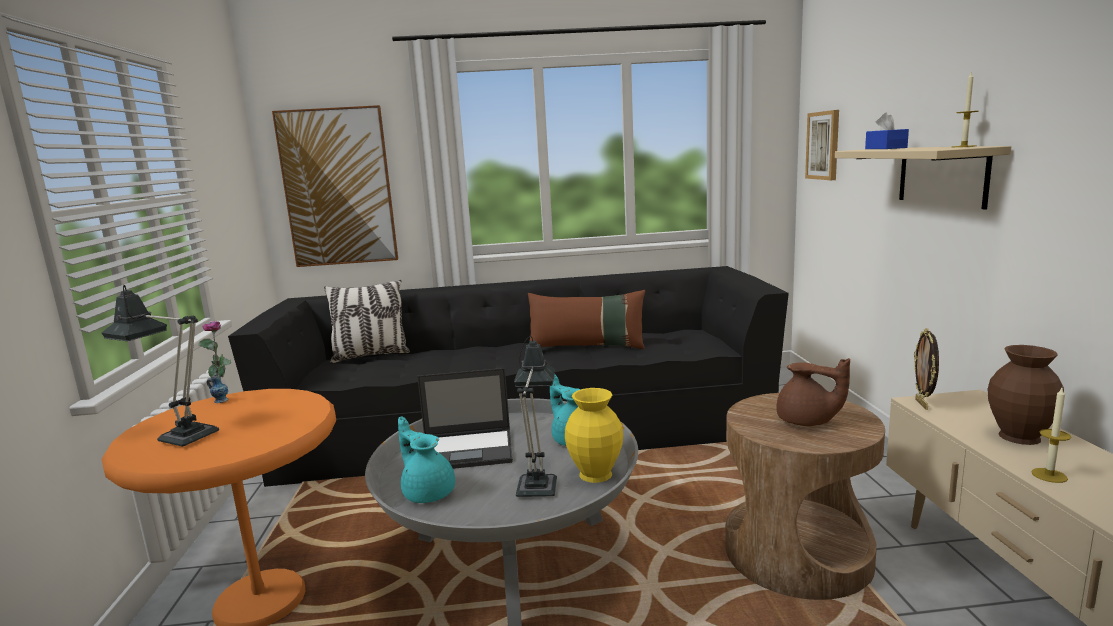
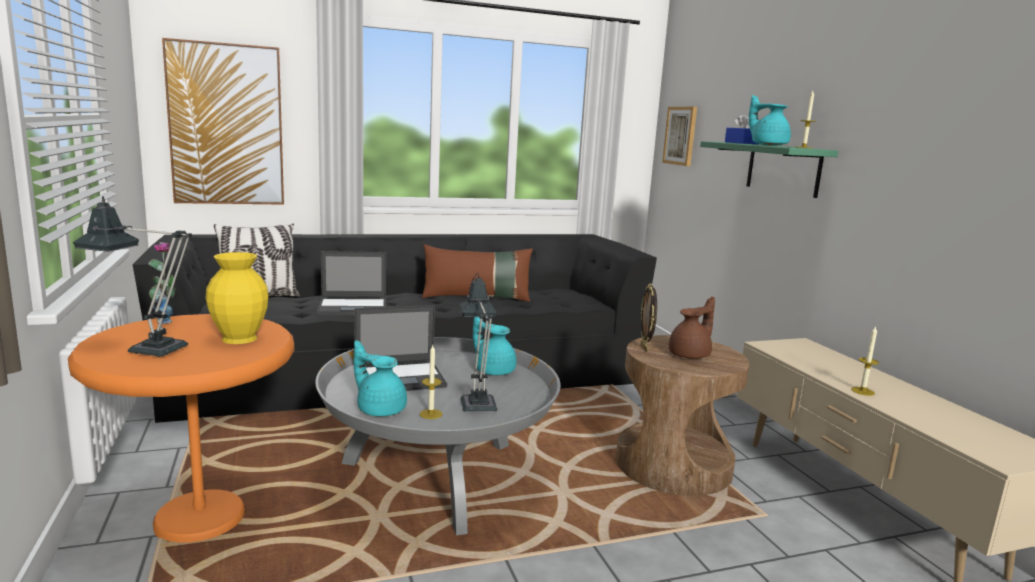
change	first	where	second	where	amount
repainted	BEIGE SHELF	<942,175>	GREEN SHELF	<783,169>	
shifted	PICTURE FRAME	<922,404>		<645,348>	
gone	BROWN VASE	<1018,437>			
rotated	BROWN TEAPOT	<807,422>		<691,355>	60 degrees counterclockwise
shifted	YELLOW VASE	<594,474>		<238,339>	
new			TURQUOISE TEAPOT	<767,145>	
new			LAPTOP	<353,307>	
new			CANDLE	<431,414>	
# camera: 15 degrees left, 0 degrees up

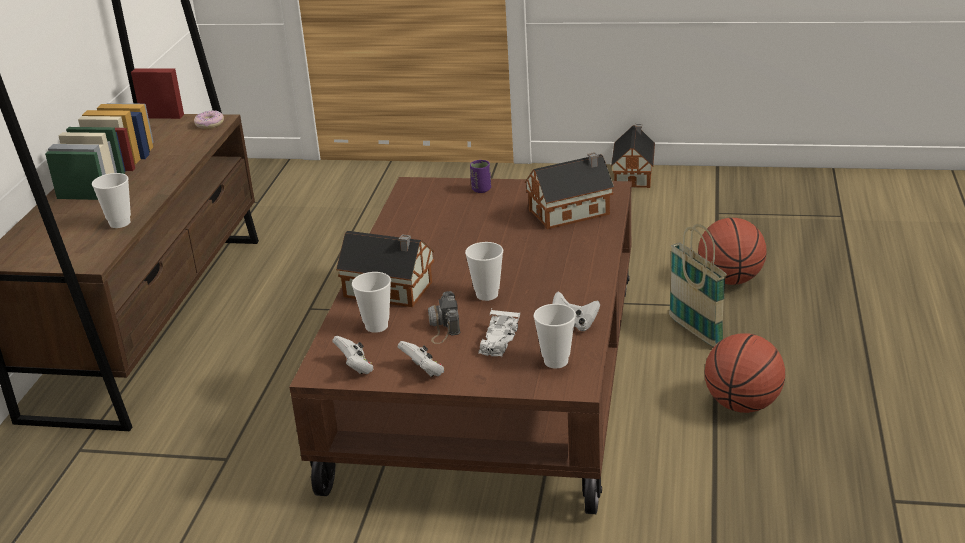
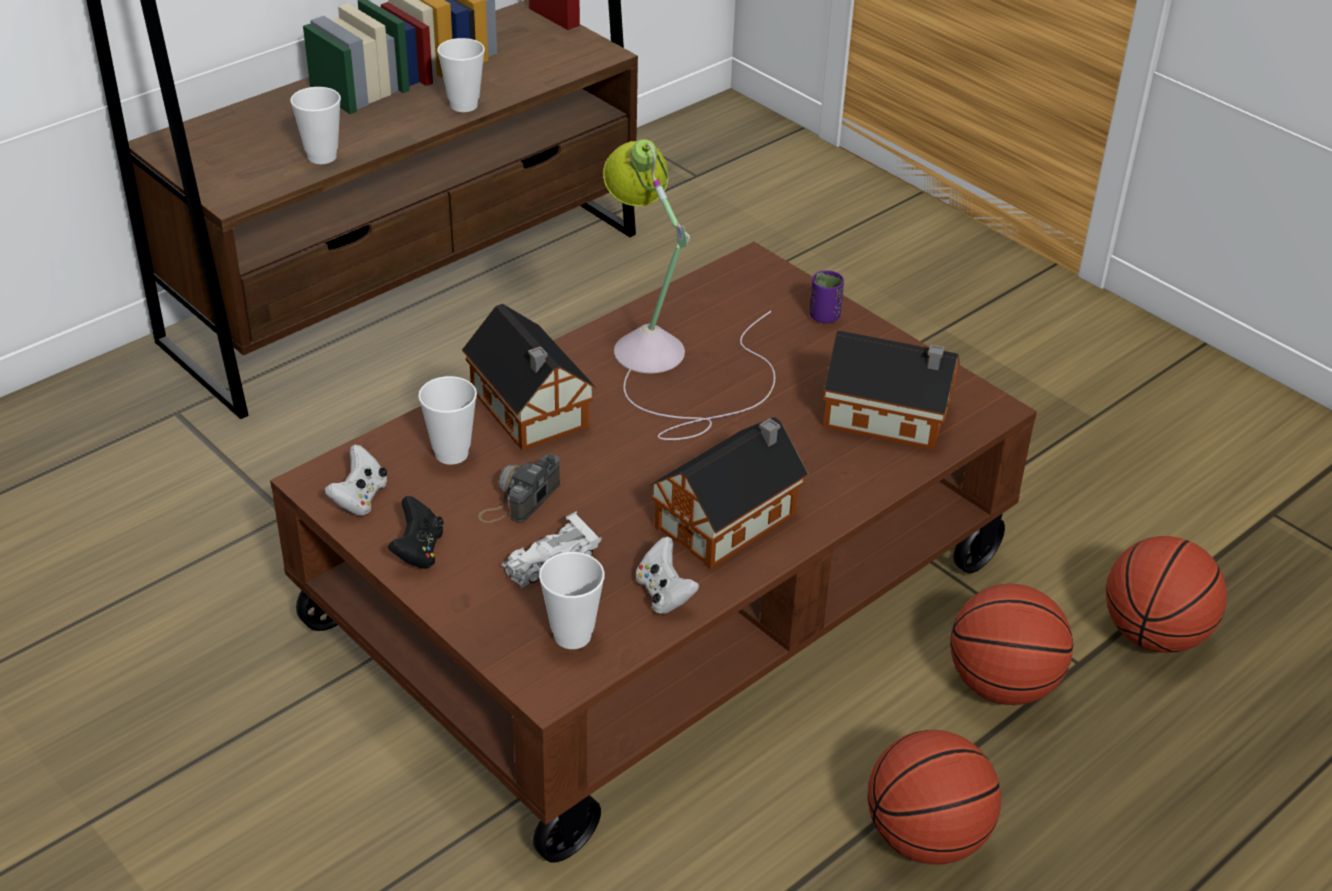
change	first	where	second	where	amount
gone	DONUT	<210,124>			
shifted	TOY HOUSE	<634,175>		<731,519>	
swapped	BASKET	<695,331>	BASKETBALL	<1002,685>	
shifted	CUP	<487,295>		<464,105>	
repainted	WHITE GAME CONTROLLER	<423,371>	BLACK GAME CONTROLLER	<418,550>	
new			TABLE LAMP	<672,363>	
# camera: 35 degrees right, 10 degrees up

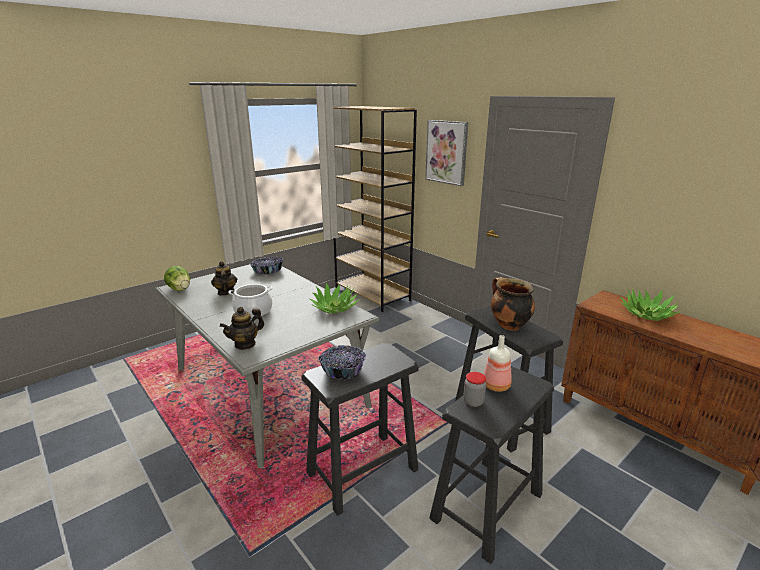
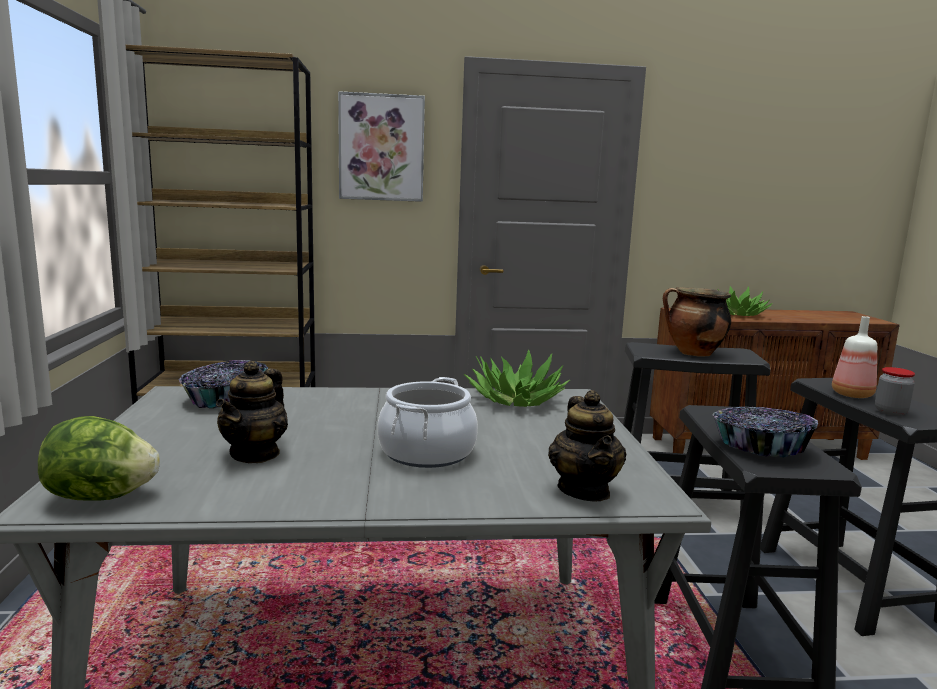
change	first	where	second	where	amount
rotated	TEAPOT	<225,292>		<255,454>	90 degrees counterclockwise
# camera: 55 degrees left, 10 degrees down

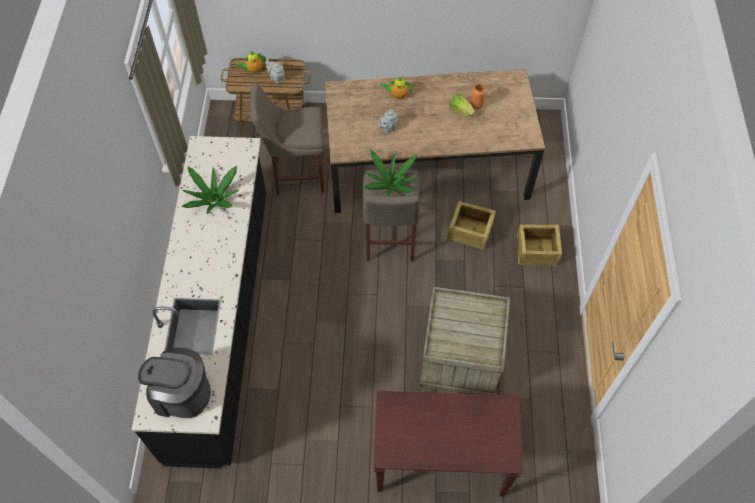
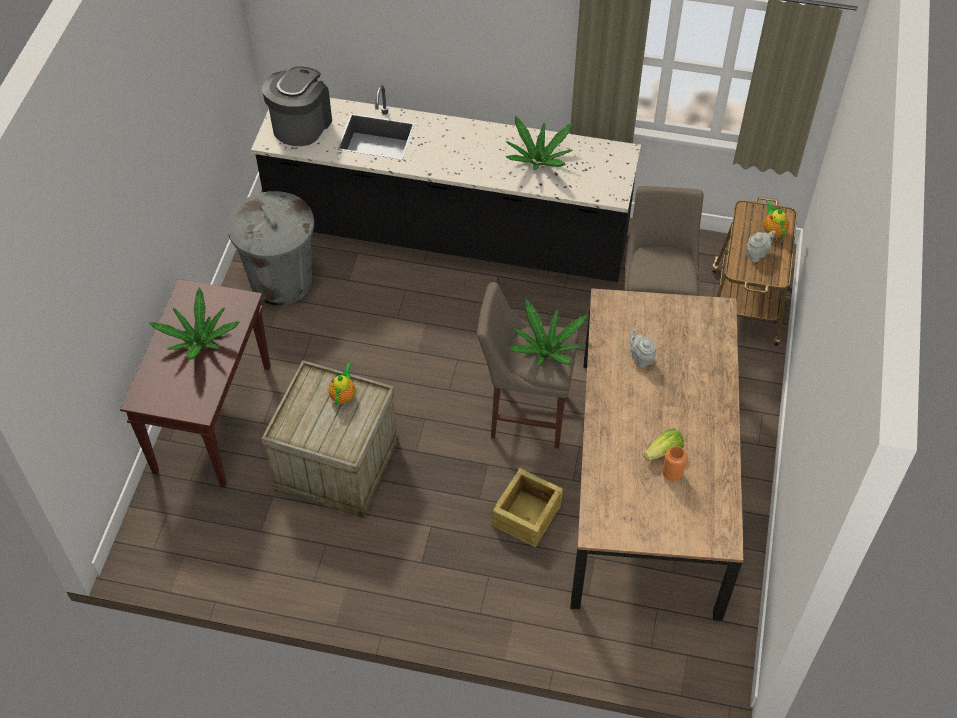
change	first	where	second	where	amount
shifted	TEAPOT	<397,95>		<343,395>	
gone	CRATE	<537,251>			
new			GREY TRASH CAN	<281,282>	
new			POTTED PLANT	<199,341>	
# camera: 100 degrees right, 5 degrees down

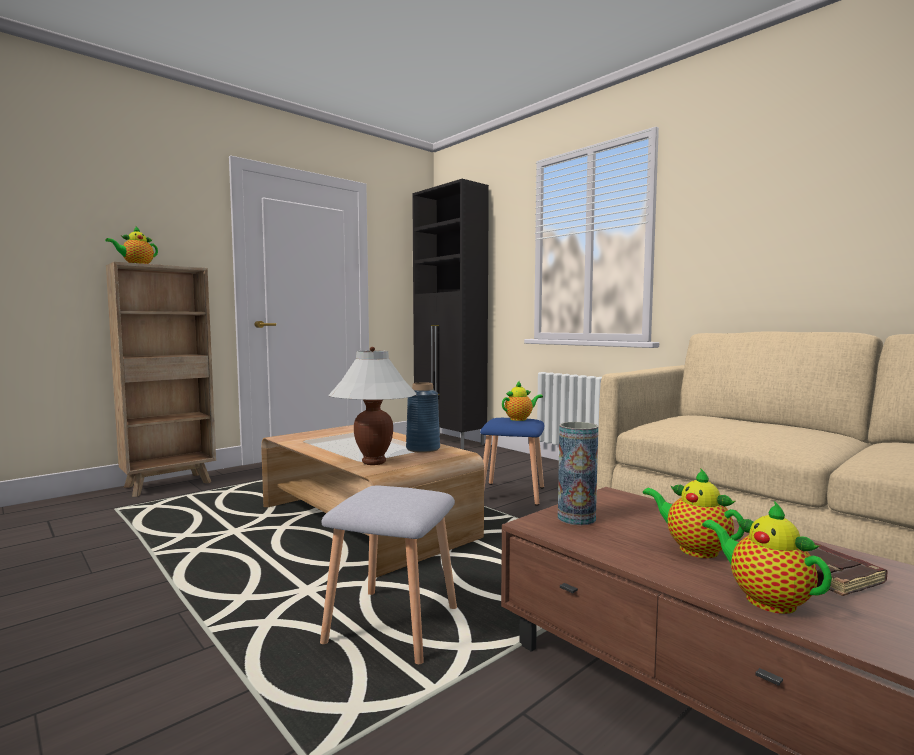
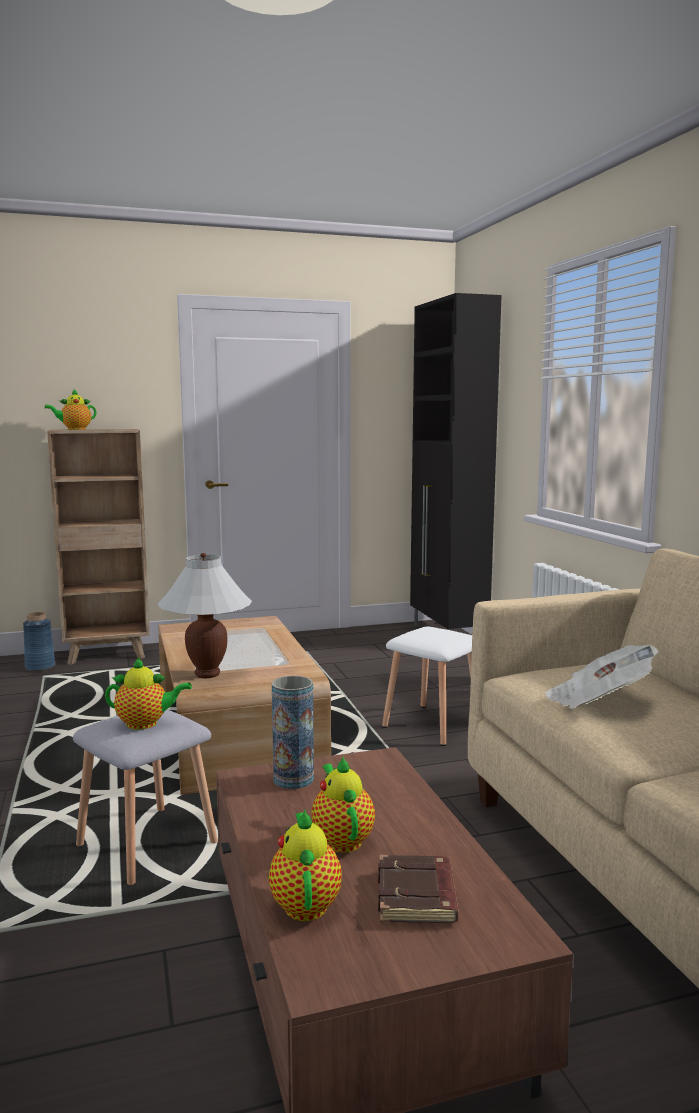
change	first	where	second	where	amount
shifted	TEAPOT	<520,419>		<145,723>	
shifted	BLUE VASE	<423,448>		<40,667>	
repainted	BLUE STOOL	<511,493>	WHITE STOOL	<432,724>	
new			NEWSPAPER	<597,702>	
# camera: 25 degrees right, 5 degrees up

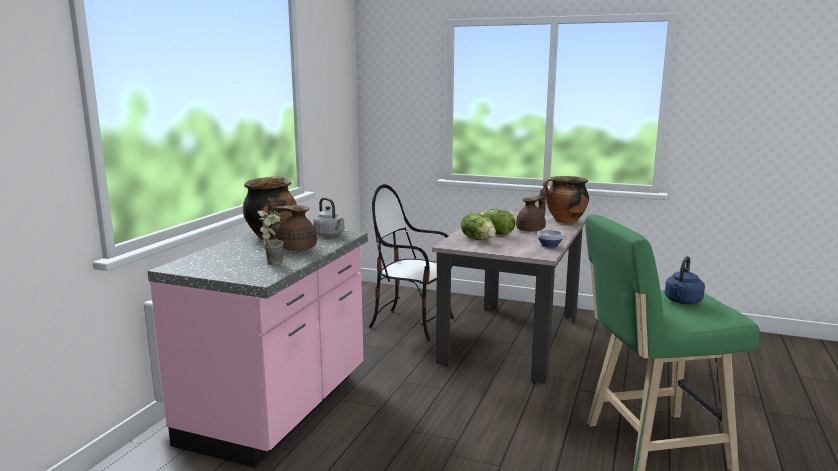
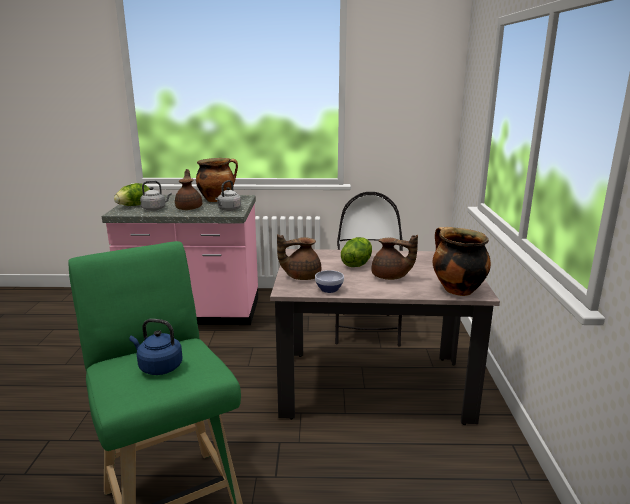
change	first	where	second	where	amount
swapped	POTTED PLANT	<273,261>	GREY KETTLE	<155,209>	
shifted	LETTUCE	<478,239>		<135,205>	
new			BROWN TEAPOT	<301,276>	
# camera: 70 degrees right, 5 degrees up

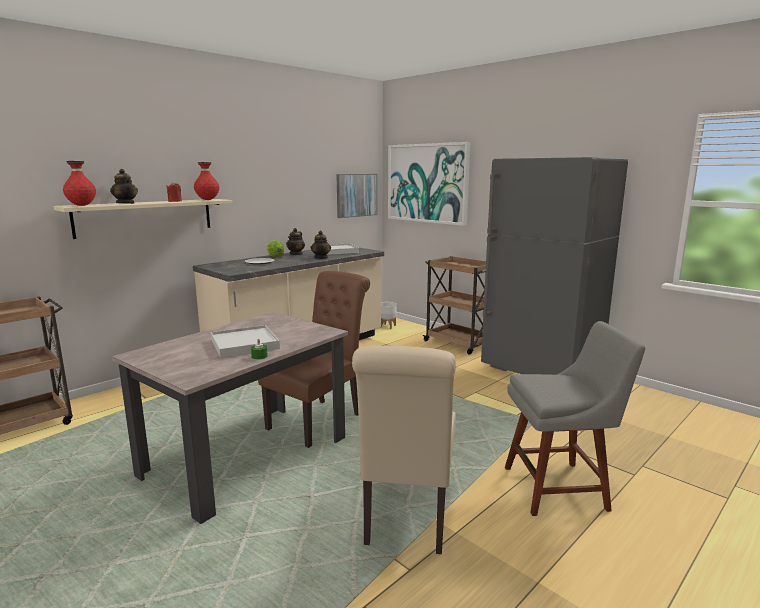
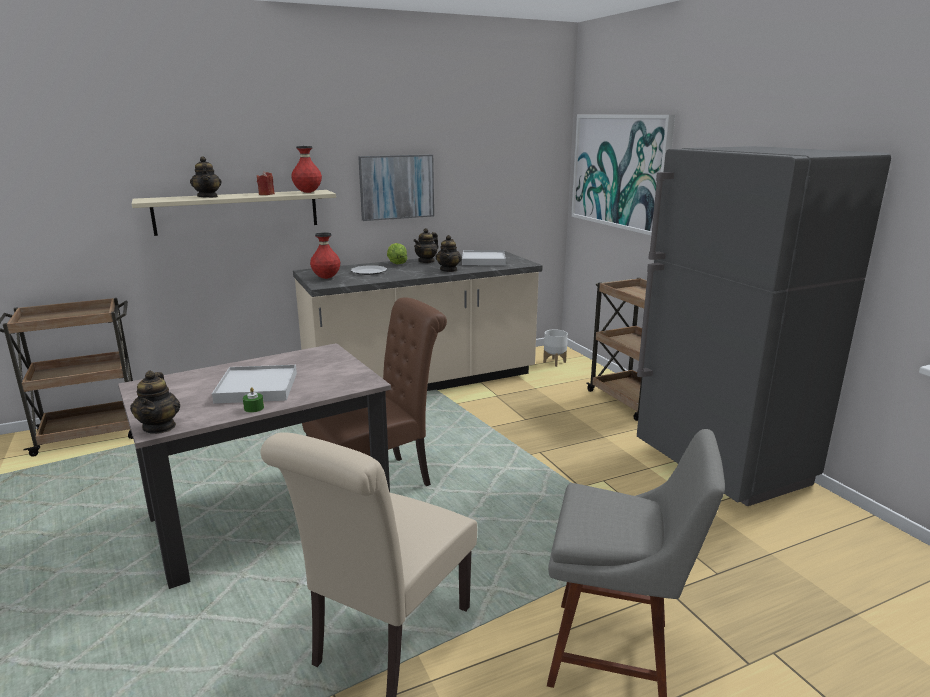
change	first	where	second	where	amount
shifted	RED VASE	<82,205>		<326,278>	
shifted	PICTURE	<356,195>		<396,187>	
new			TEAPOT	<160,427>	
# camera: 20 degrees right, 5 degrees up

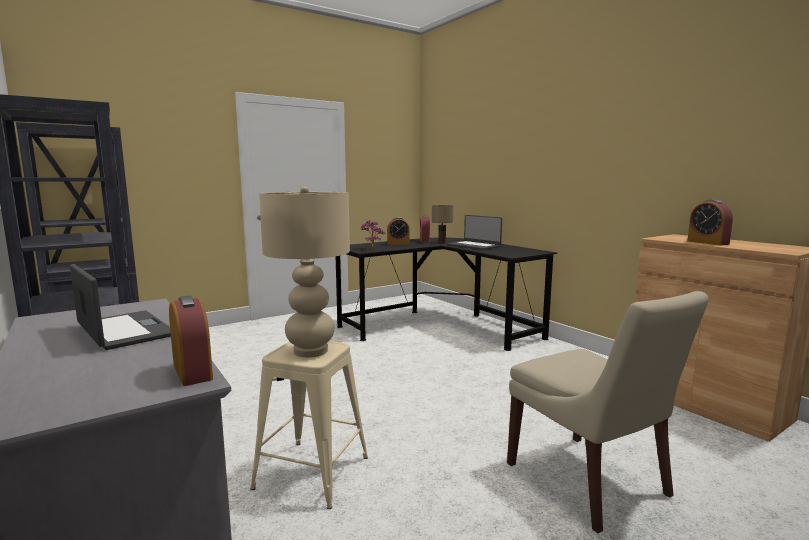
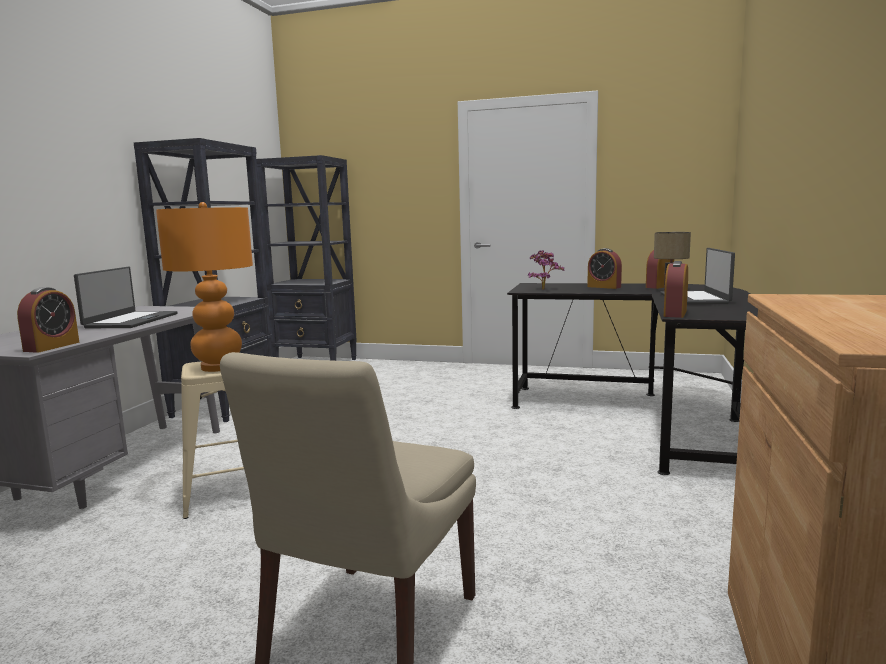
change	first	where	second	where	amount
repainted	BEIGE TABLE LAMP	<310,351>	ORANGE TABLE LAMP	<219,367>	
shifted	ALARM CLOCK	<707,242>		<675,313>	
# camera: 50 degrees right, 0 degrees up

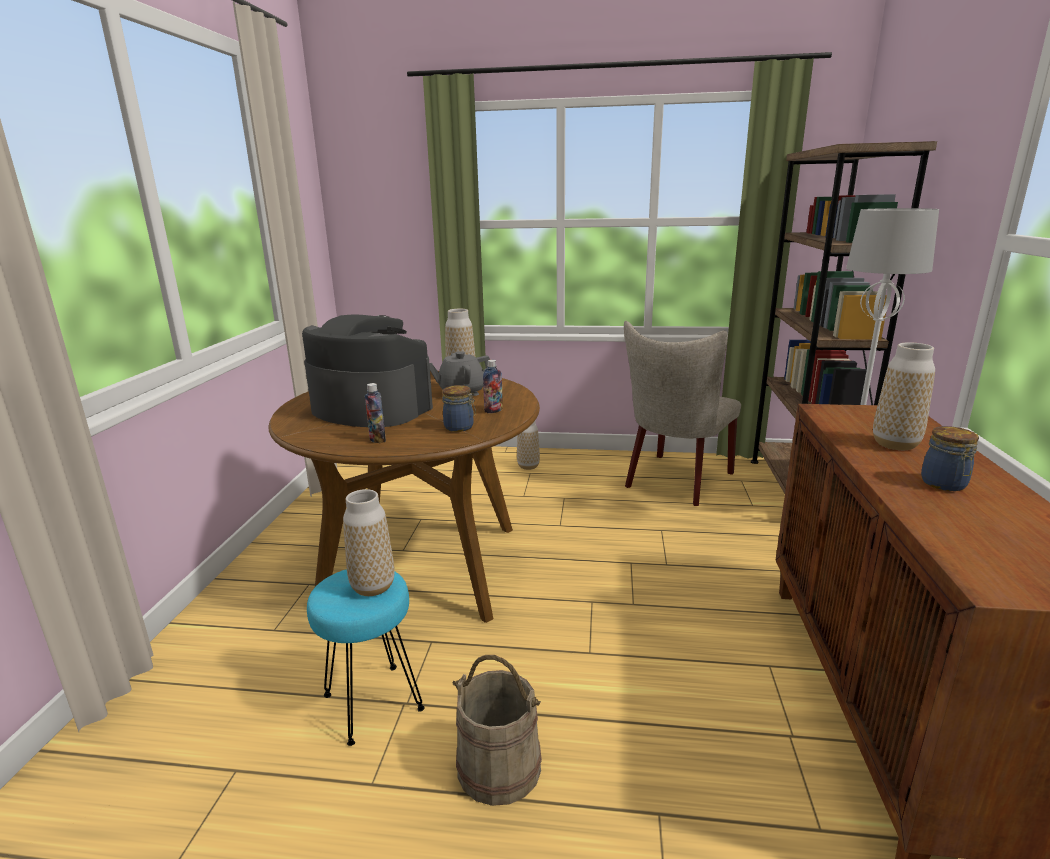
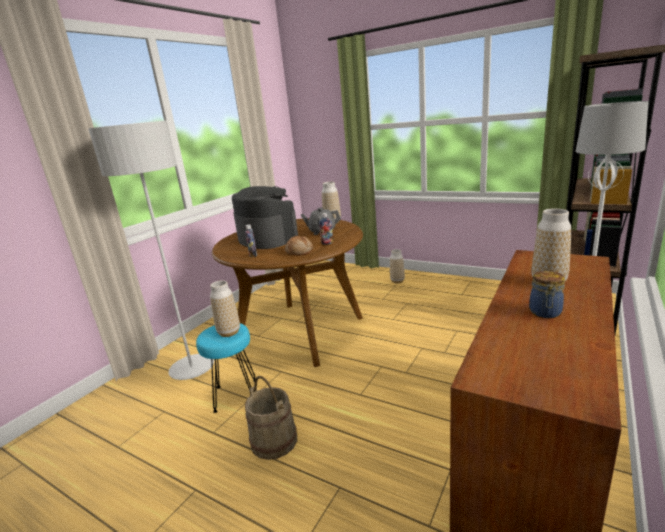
change	first	where	second	where	amount
gone	BEIGE CHAIR	<675,482>			
swapped	JAR	<460,427>	BREAD	<299,252>	
new			GREY FLOOR LAMP	<192,368>	
# camera: 25 degrees right, 0 degrees up

